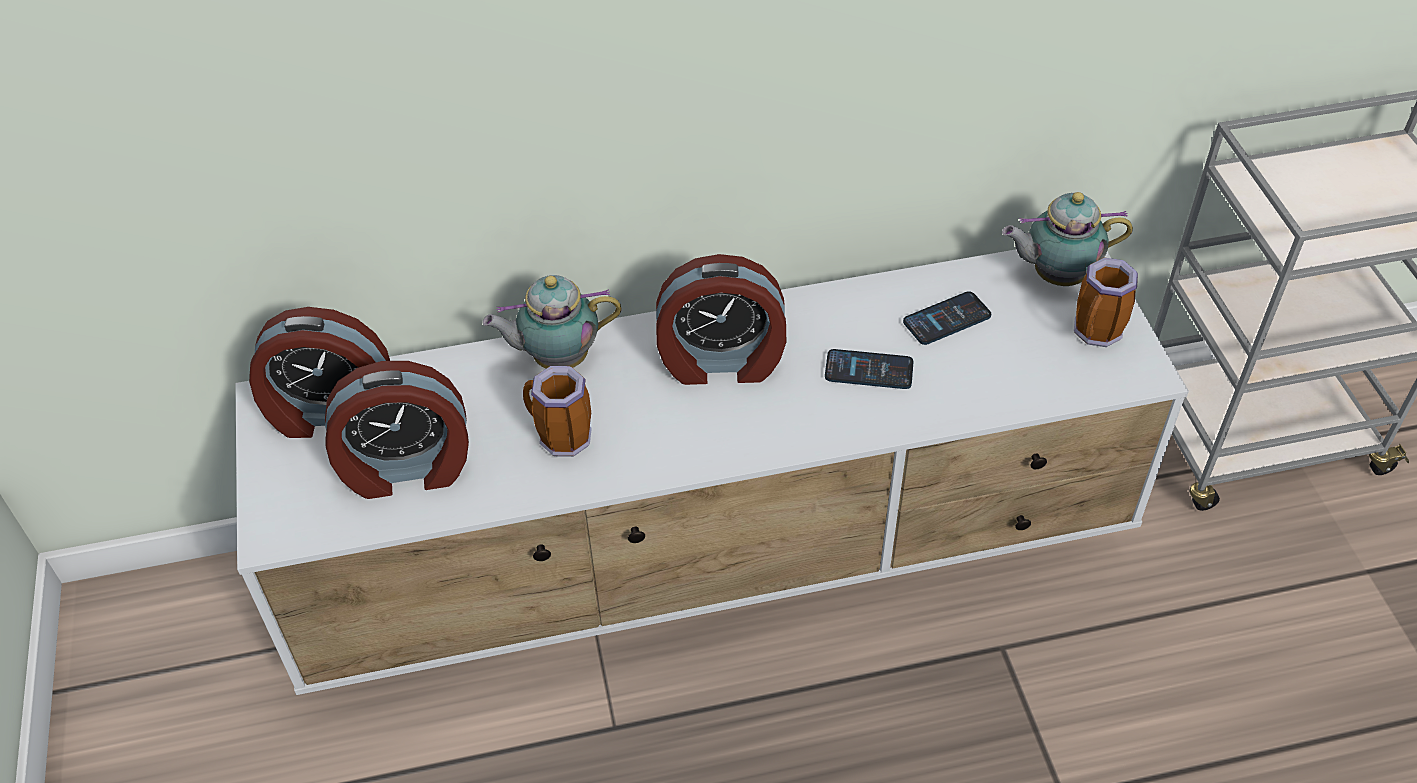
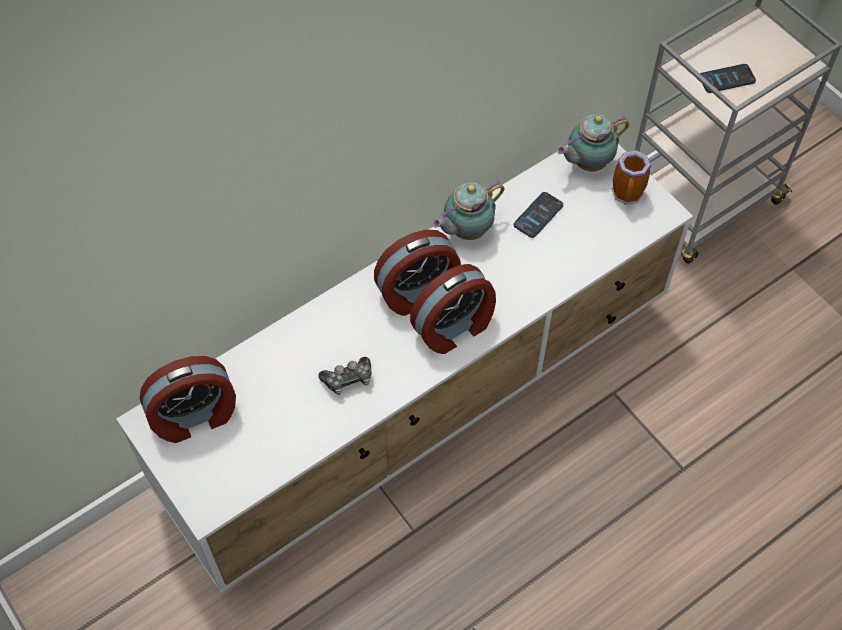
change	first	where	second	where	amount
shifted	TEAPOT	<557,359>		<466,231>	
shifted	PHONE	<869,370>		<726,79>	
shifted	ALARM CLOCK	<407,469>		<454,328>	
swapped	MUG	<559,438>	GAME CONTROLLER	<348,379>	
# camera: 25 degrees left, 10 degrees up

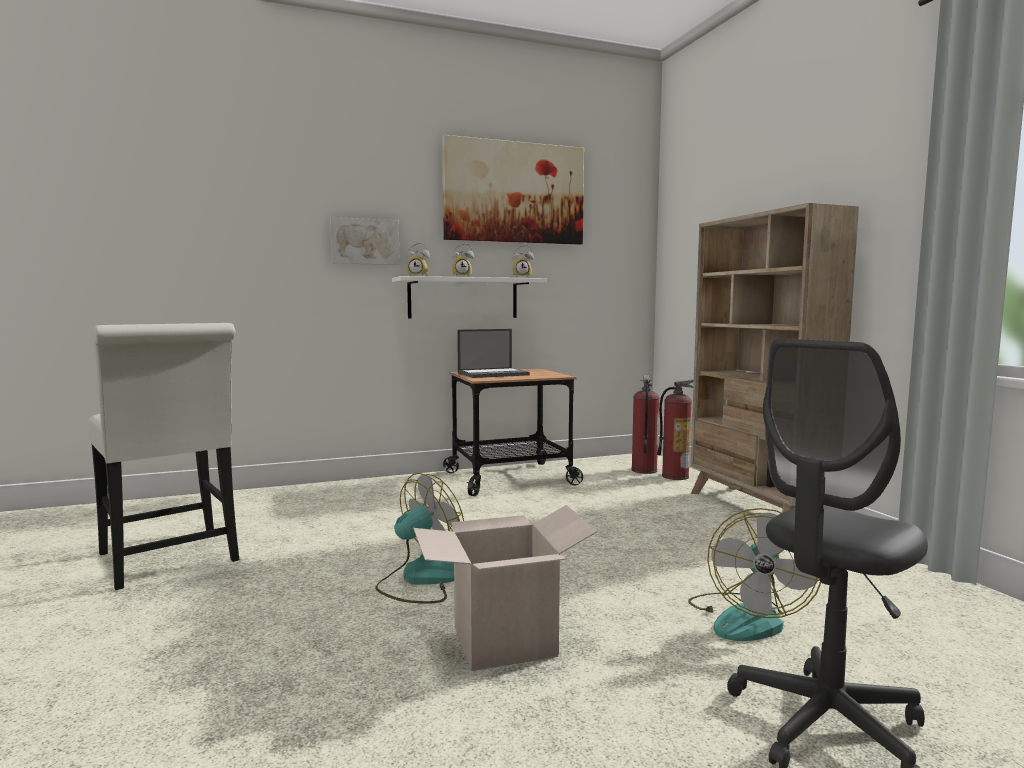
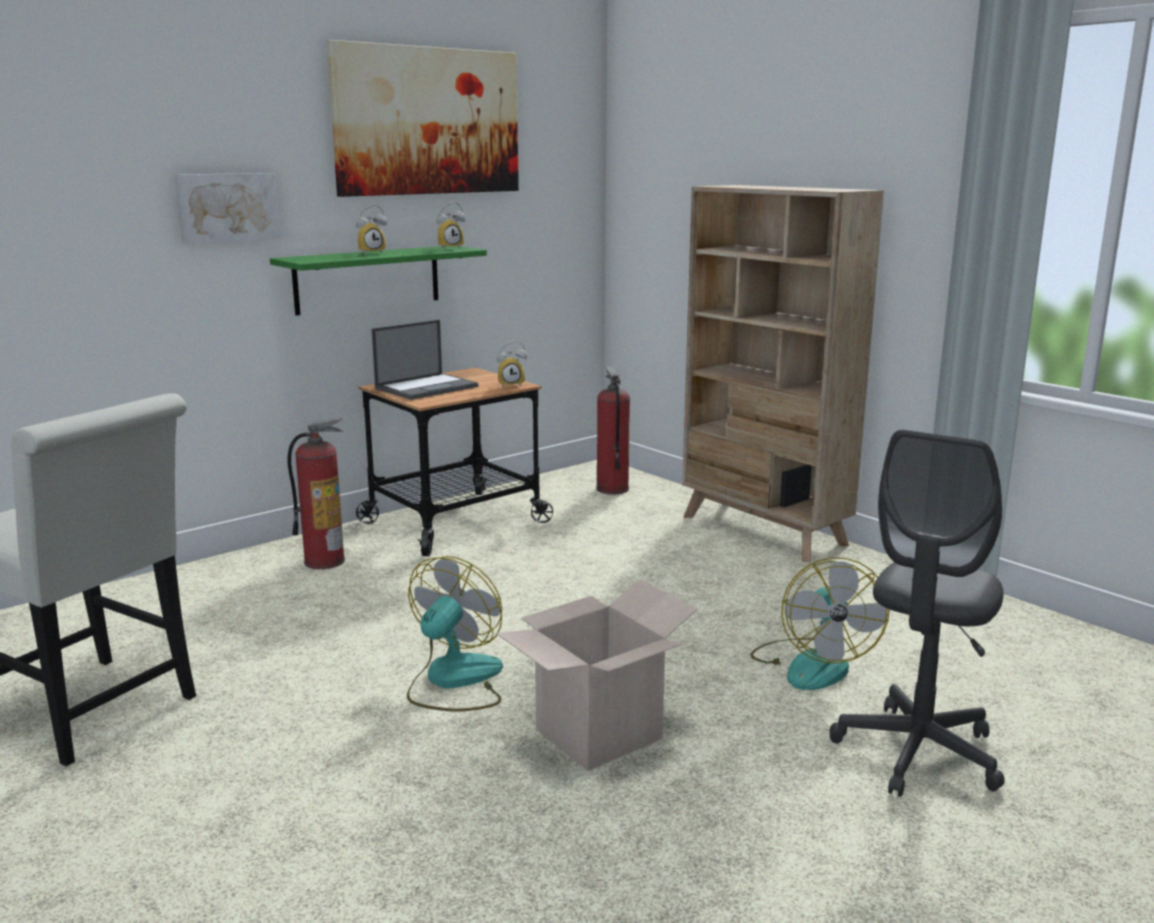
change	first	where	second	where	amount
shifted	ALARM CLOCK	<419,277>		<511,385>	
repainted	WHITE SHELF	<463,298>	GREEN SHELF	<368,279>	
shifted	FIRE EXTINGUISHER	<675,476>		<324,561>	
# camera: 20 degrees left, 10 degrees up

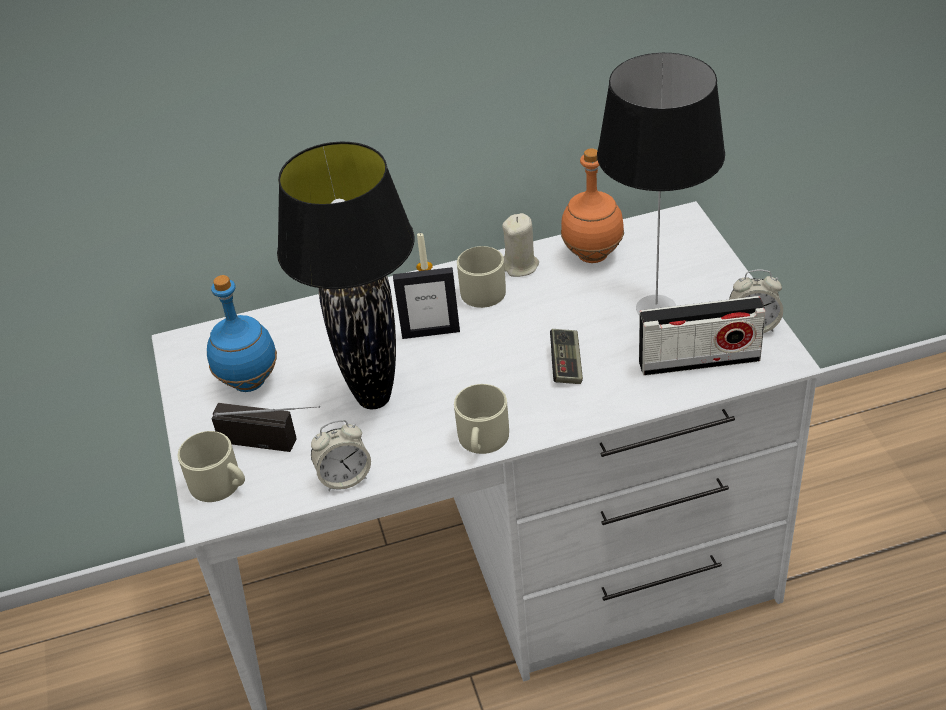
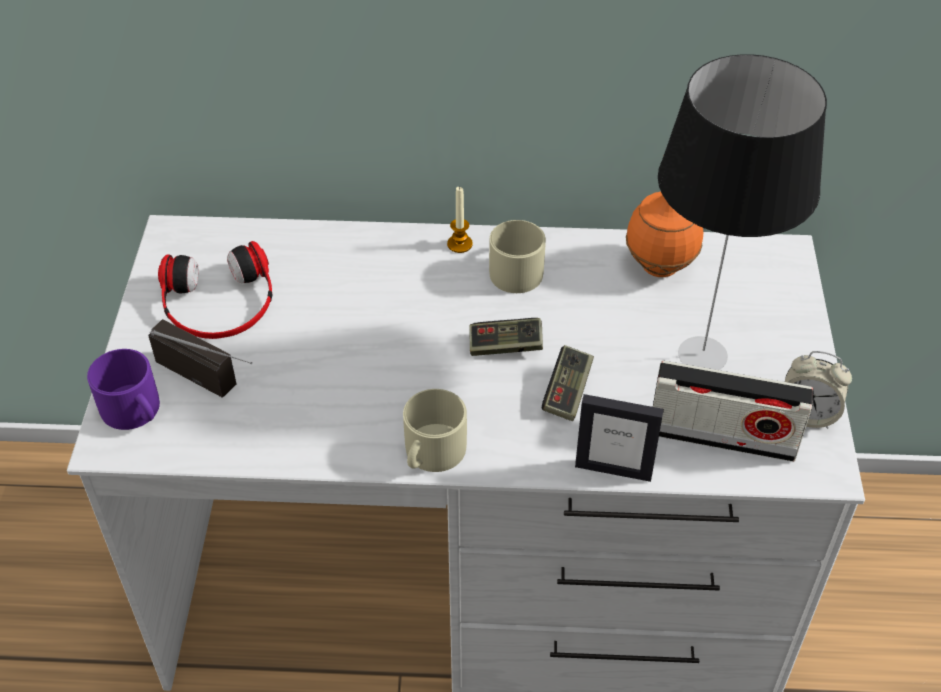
change	first	where	second	where	amount
gone	BLACK TABLE LAMP	<374,399>			
gone	BEIGE CANDLE	<520,266>			
shifted	PICTURE FRAME	<430,332>		<613,469>	
swapped	BLUE BOTTLE	<249,383>	HEADPHONES	<219,302>	
gone	ALARM CLOCK	<344,477>			
repainted	BEIGE MUG	<220,484>	PURPLE MUG	<134,411>	
new			GAME CONTROLLER	<505,346>	
# camera: 15 degrees right, 5 degrees up

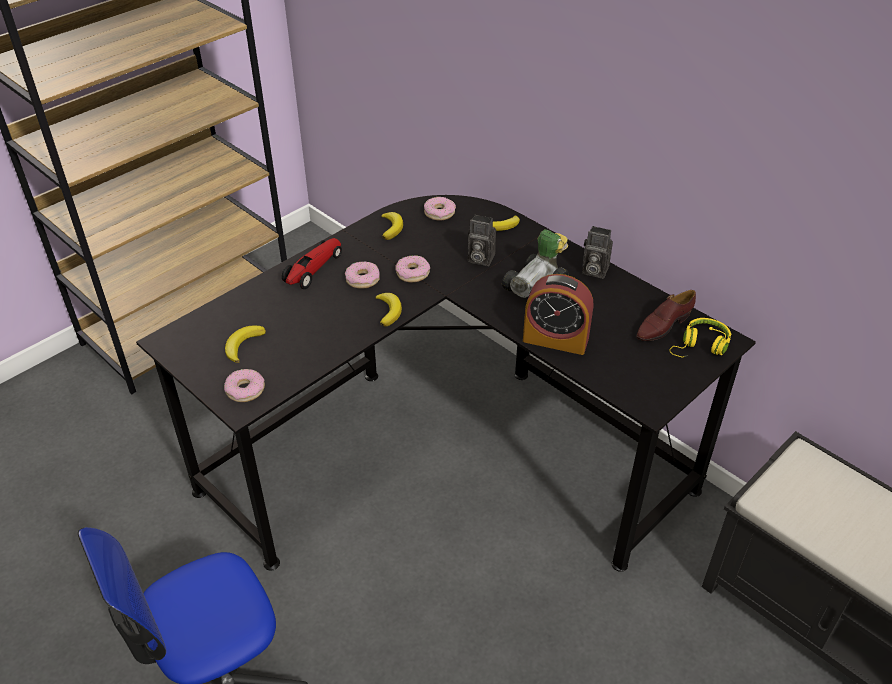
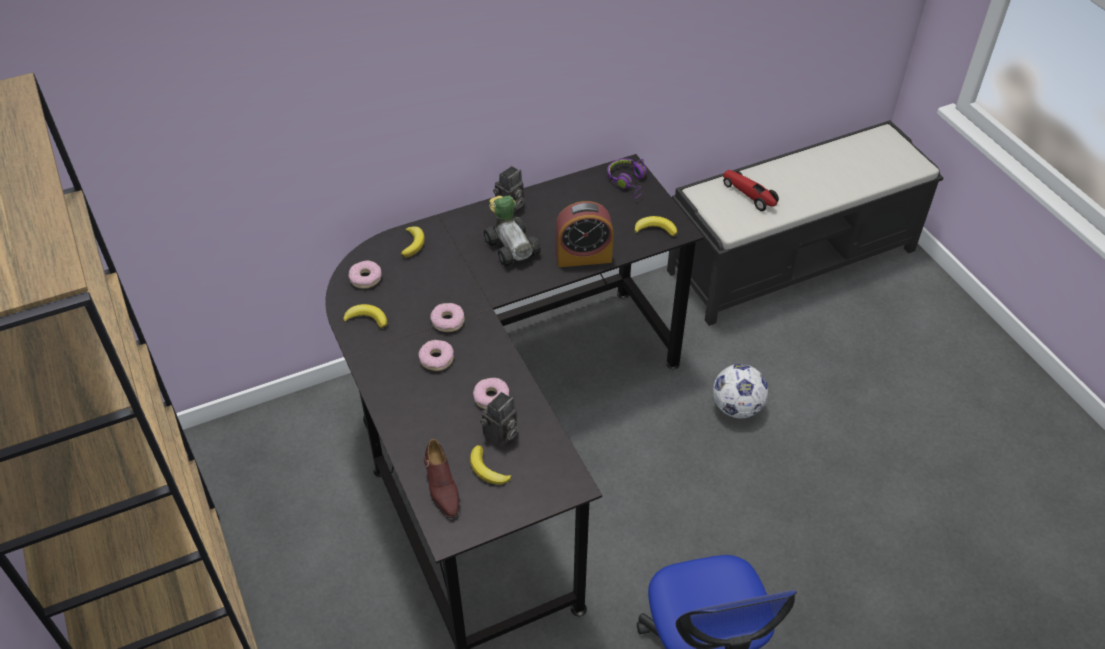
change	first	where	second	where	amount
shifted	PHOTO CAMERA	<479,258>		<500,435>	
shifted	TOY CAR	<313,270>		<749,195>	
rotated	ALARM CLOCK	<555,339>		<583,256>	45 degrees clockwise
shifted	BROWN SHOE	<663,325>		<441,487>	
shifted	BANANA	<388,311>		<655,229>	
repainted	YELLOW HEADPHONES	<700,346>	PURPLE HEADPHONES	<628,182>	
shifted	DONUT	<245,390>		<491,397>	
new			FOOTBALL	<736,408>	
# camera: 70 degrees left, 5 degrees up

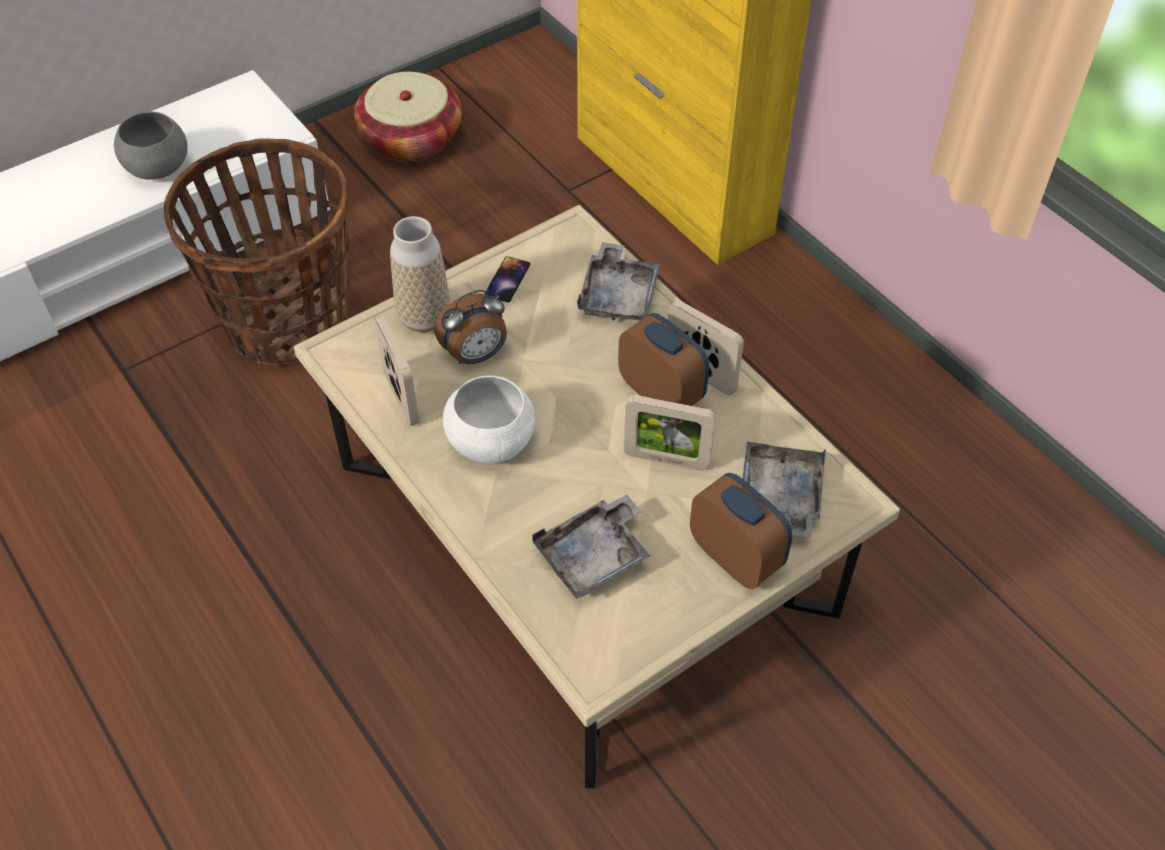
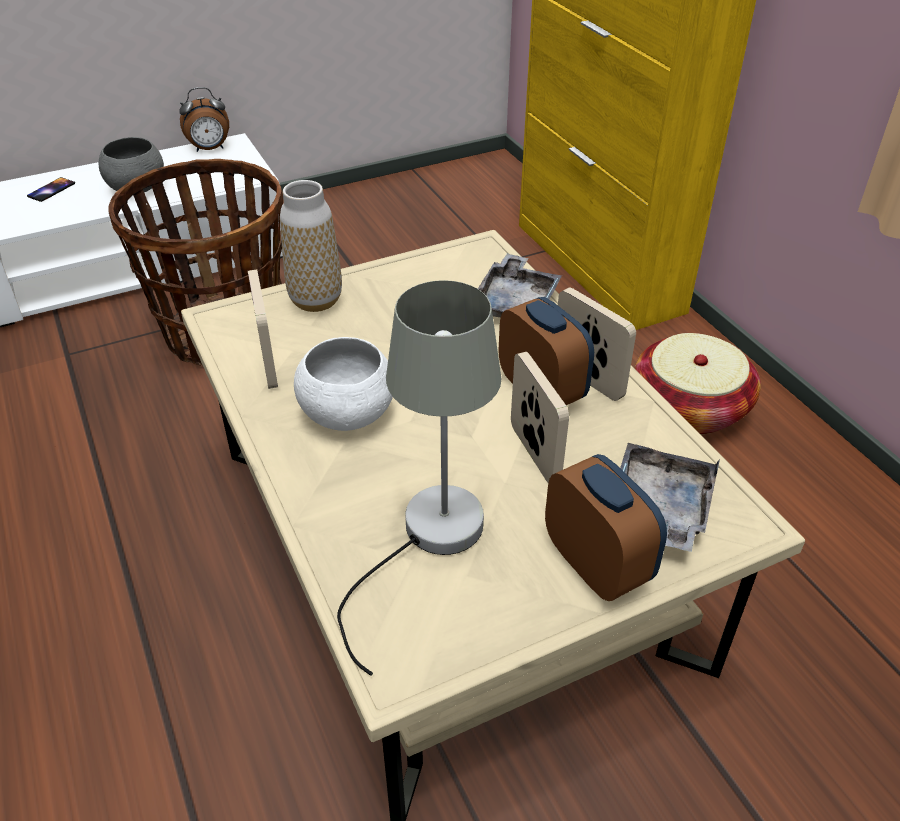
change	first	where	second	where	amount
shifted	BASKET	<411,139>		<689,407>	
shifted	PHONE	<507,280>		<51,190>	
shifted	ALARM CLOCK	<476,355>		<210,149>	
rotated	PICTURE FRAME	<666,459>		<534,454>	135 degrees counterclockwise
swapped	GREY TRAY	<594,556>	GREY TABLE LAMP	<429,540>	
# camera: 10 degrees right, 10 degrees down

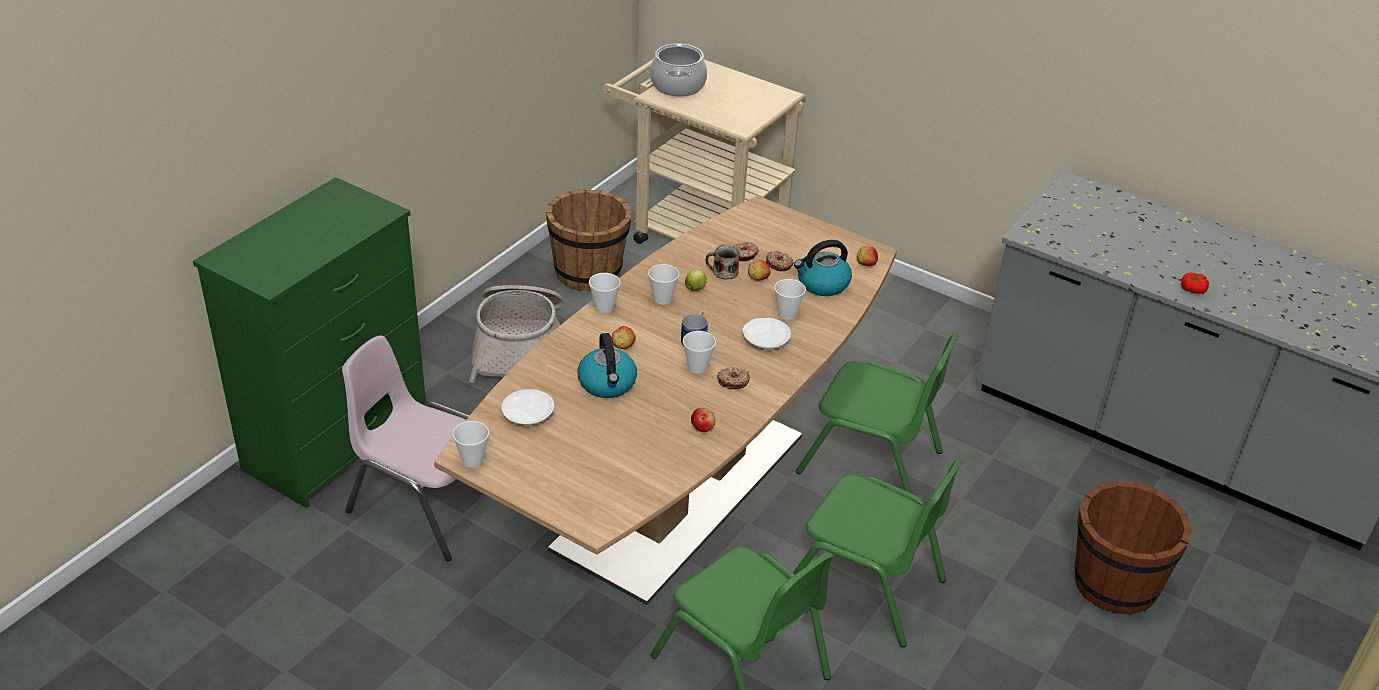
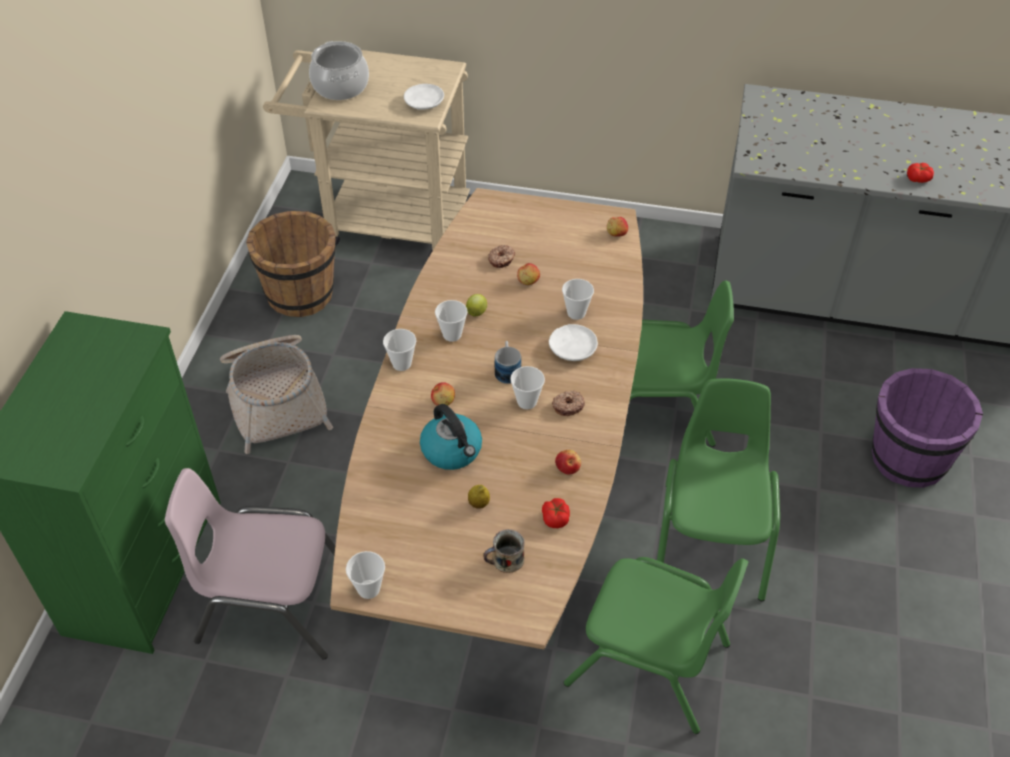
change	first	where	second	where	amount
gone	KETTLE	<822,284>			
shifted	MUG	<723,272>		<506,560>	
gone	DONUT	<779,264>			
shifted	WHITE PLATE	<527,414>		<423,103>	
rotated	GREEN CHAIR	<864,586>		<711,539>	90 degrees counterclockwise
repainted	BROWN BUCKET	<1113,584>	PURPLE BUCKET	<907,459>	
new			LEMON	<479,504>	
new			TOMATO	<555,518>	
# camera: 20 degrees left, 10 degrees up

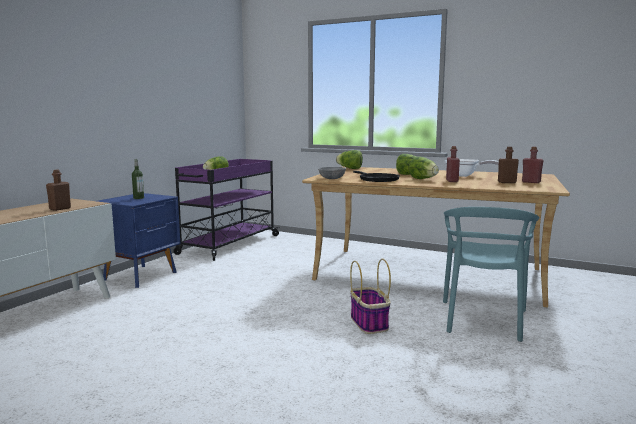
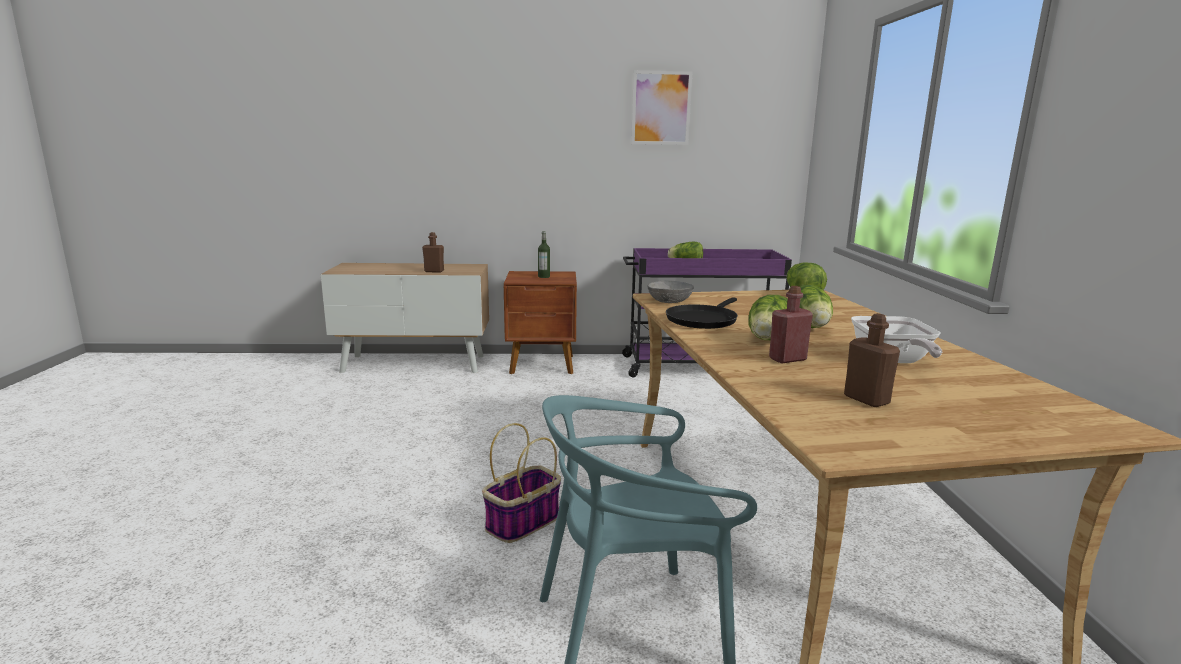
change	first	where	second	where	amount
gone	RED BOTTLE	<531,182>			
repainted	BLUE NIGHTSTAND	<142,276>	BROWN NIGHTSTAND	<543,365>	
new			PICTURE	<661,108>	
# camera: 60 degrees right, 5 degrees up

